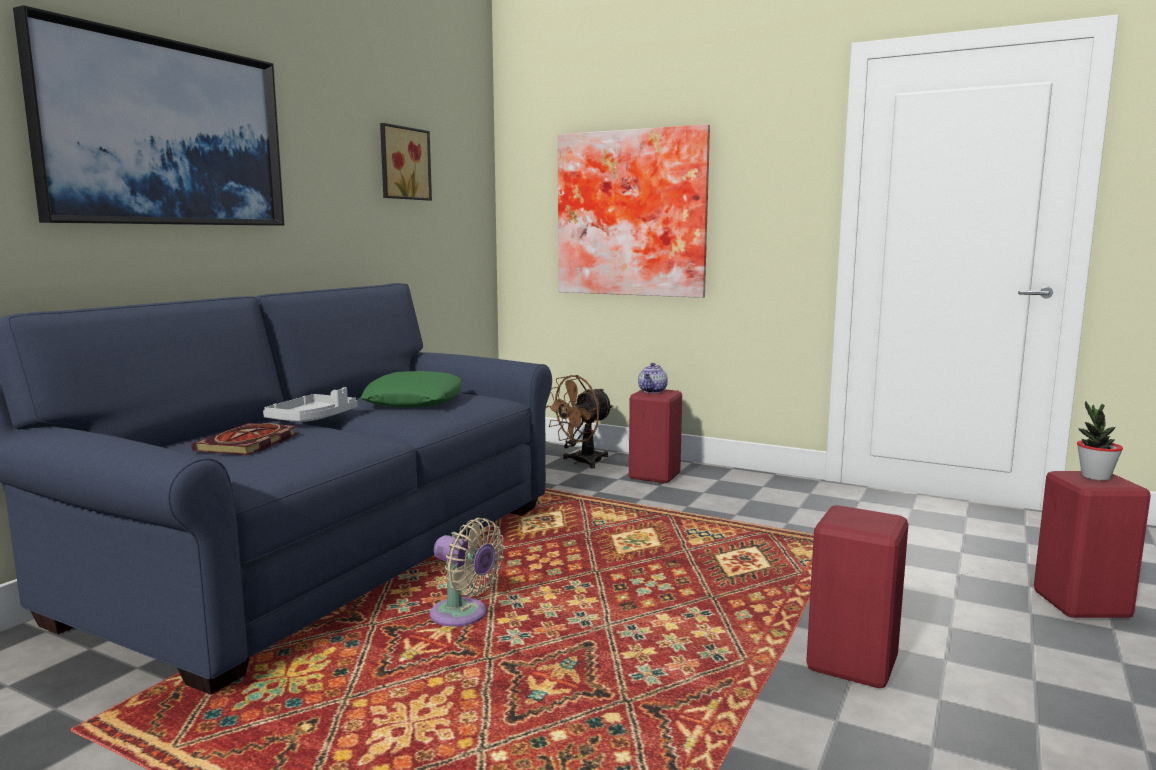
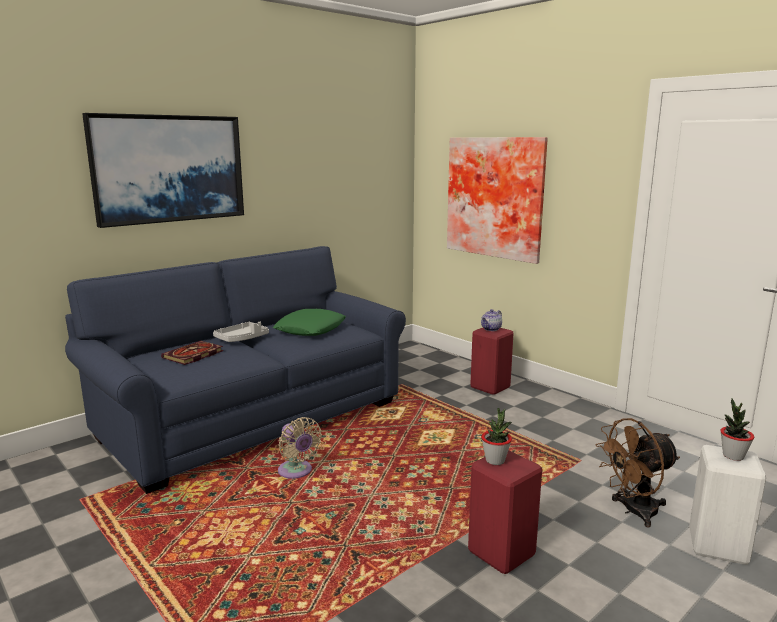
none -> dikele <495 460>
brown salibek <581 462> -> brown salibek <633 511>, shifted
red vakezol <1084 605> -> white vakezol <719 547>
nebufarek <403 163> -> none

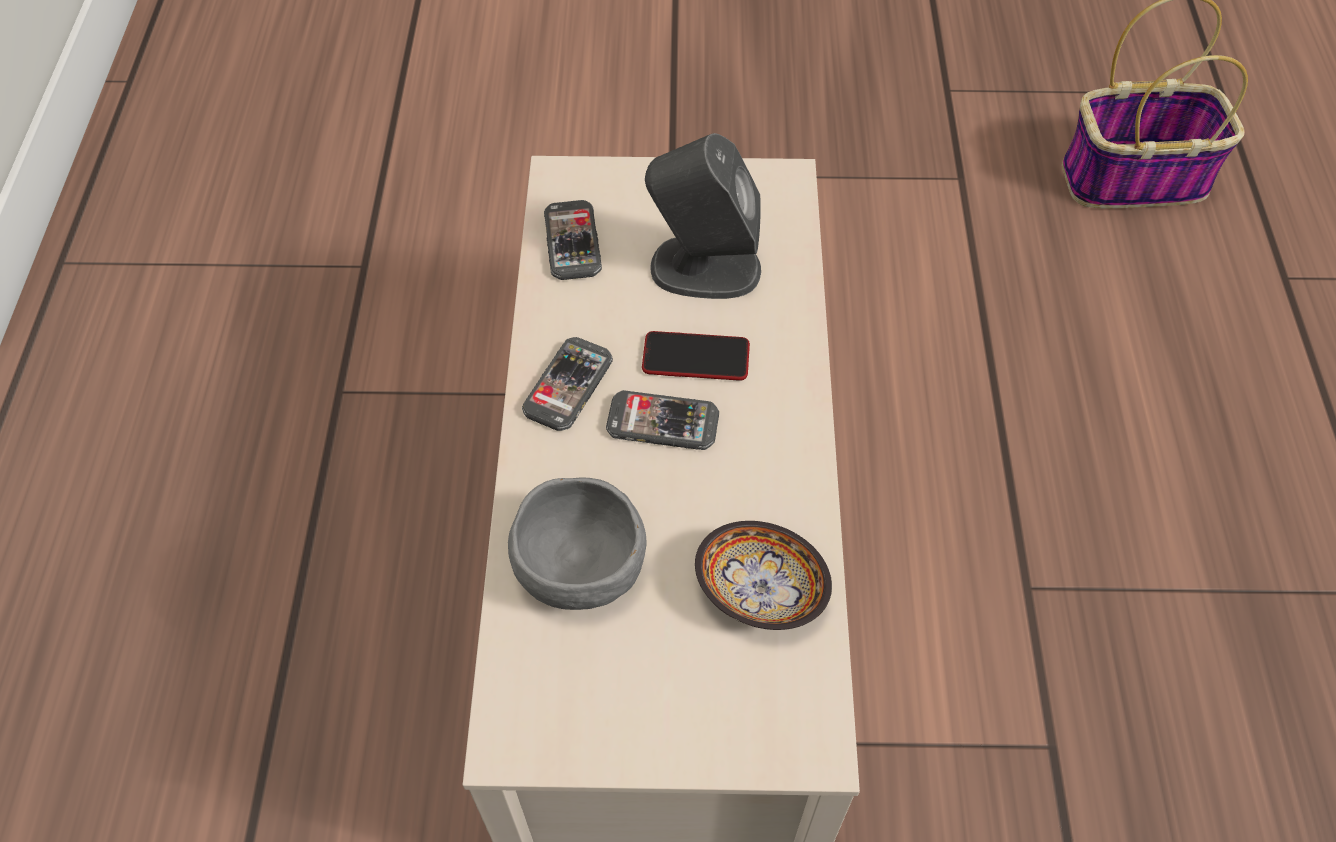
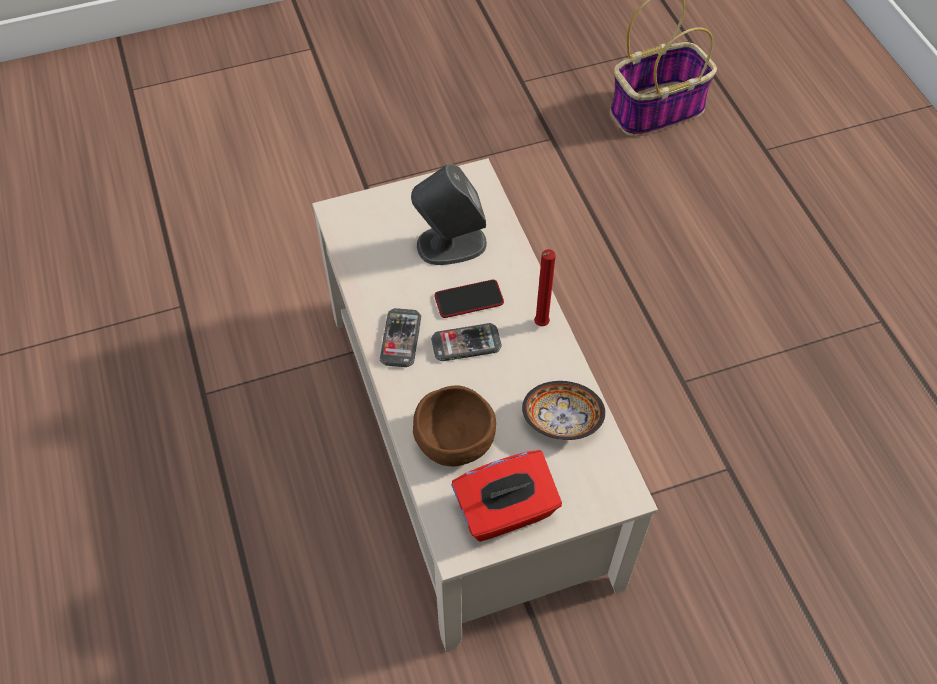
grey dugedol <582 566> -> brown dugedol <456 440>
none -> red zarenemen <506 511>
none -> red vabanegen <540 325>
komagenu <572 242> -> none

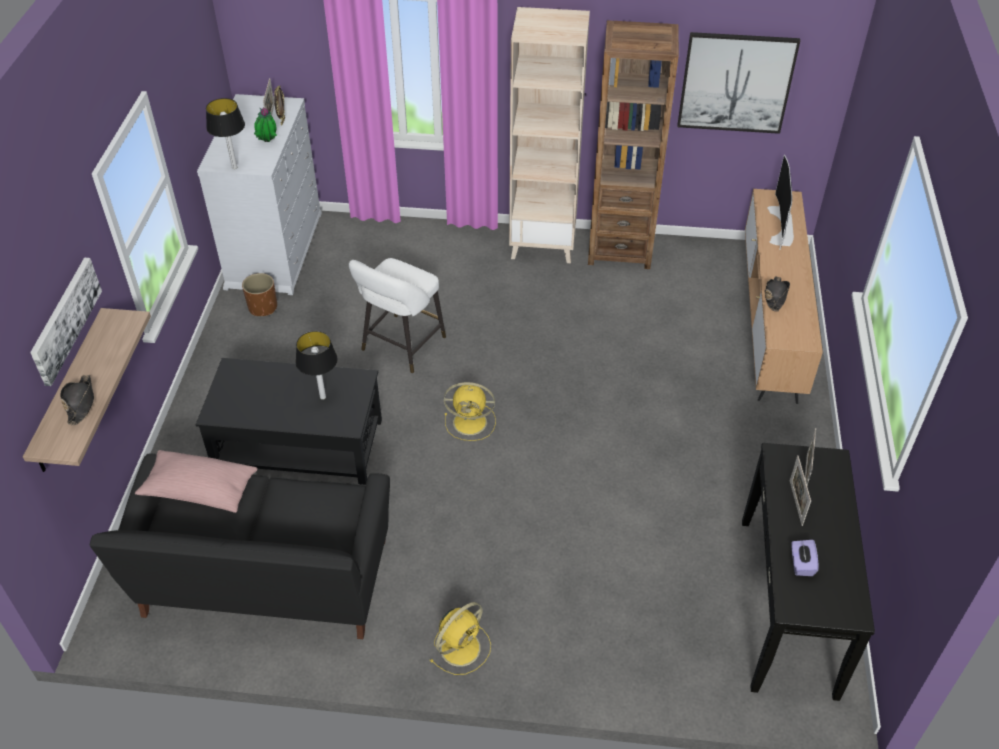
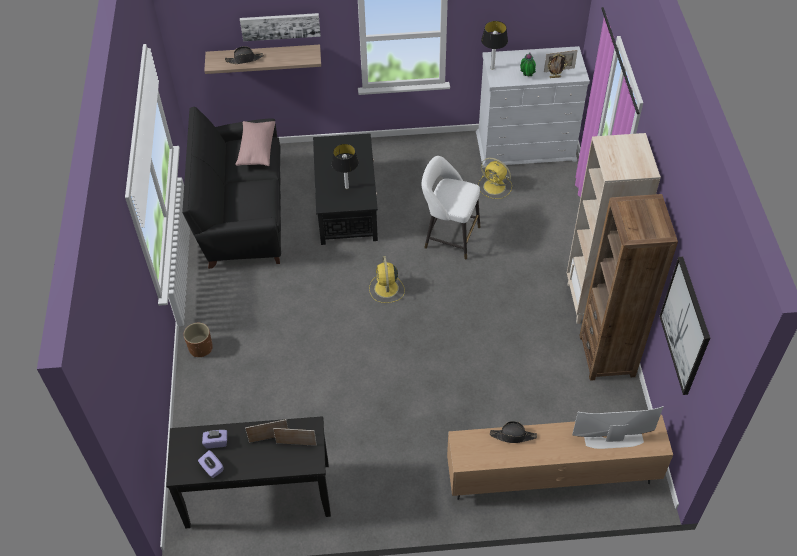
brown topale <263 307> -> brown topale <200 348>, shifted
none -> purple zarenemen <212 468>
yellow salibek <461 646> -> yellow salibek <495 187>, shifted

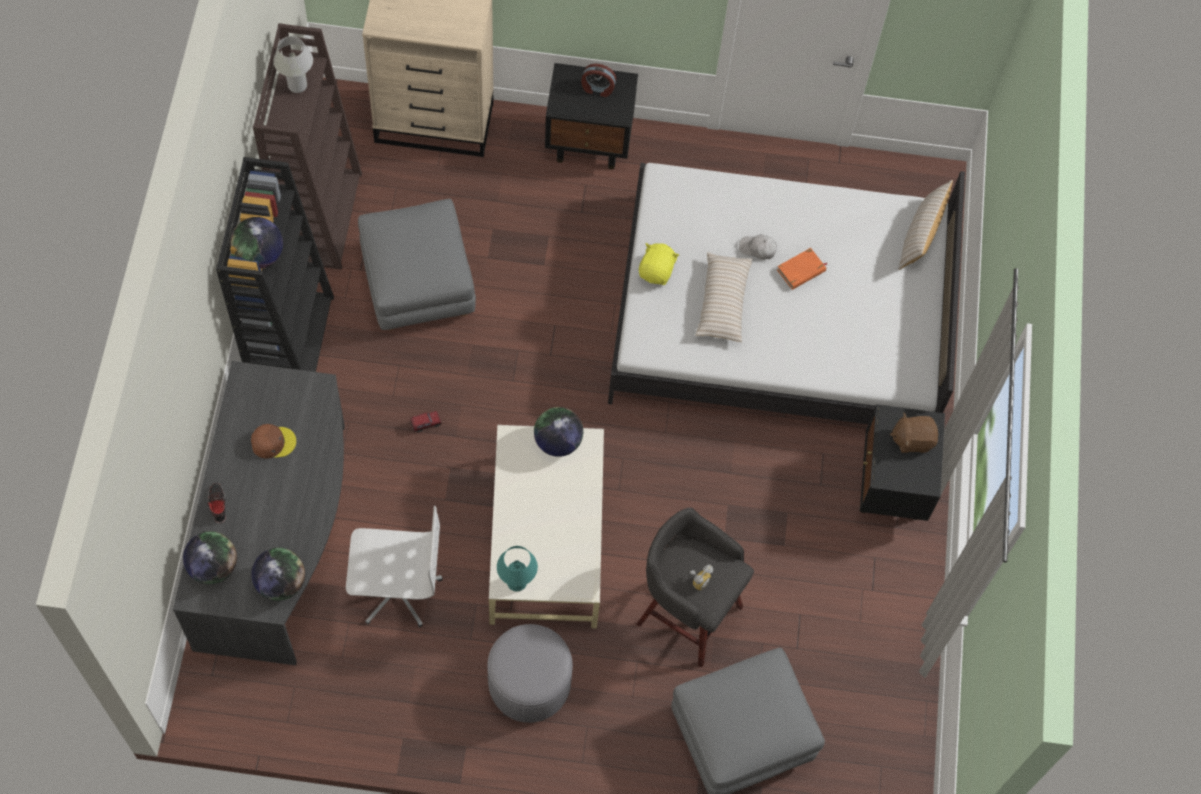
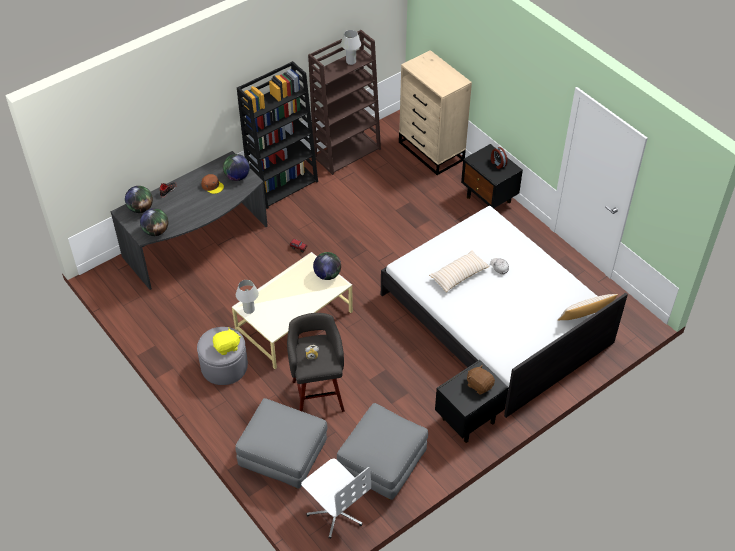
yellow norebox <657 271> -> yellow norebox <227 347>, shifted
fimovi <259 256> -> fimovi <237 177>, shifted
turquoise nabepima <517 582> -> white nabepima <249 309>
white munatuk <396 589> -> white munatuk <336 512>, shifted
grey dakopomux <418 284> -> grey dakopomux <382 465>, shifted
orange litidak <801 271> -> none

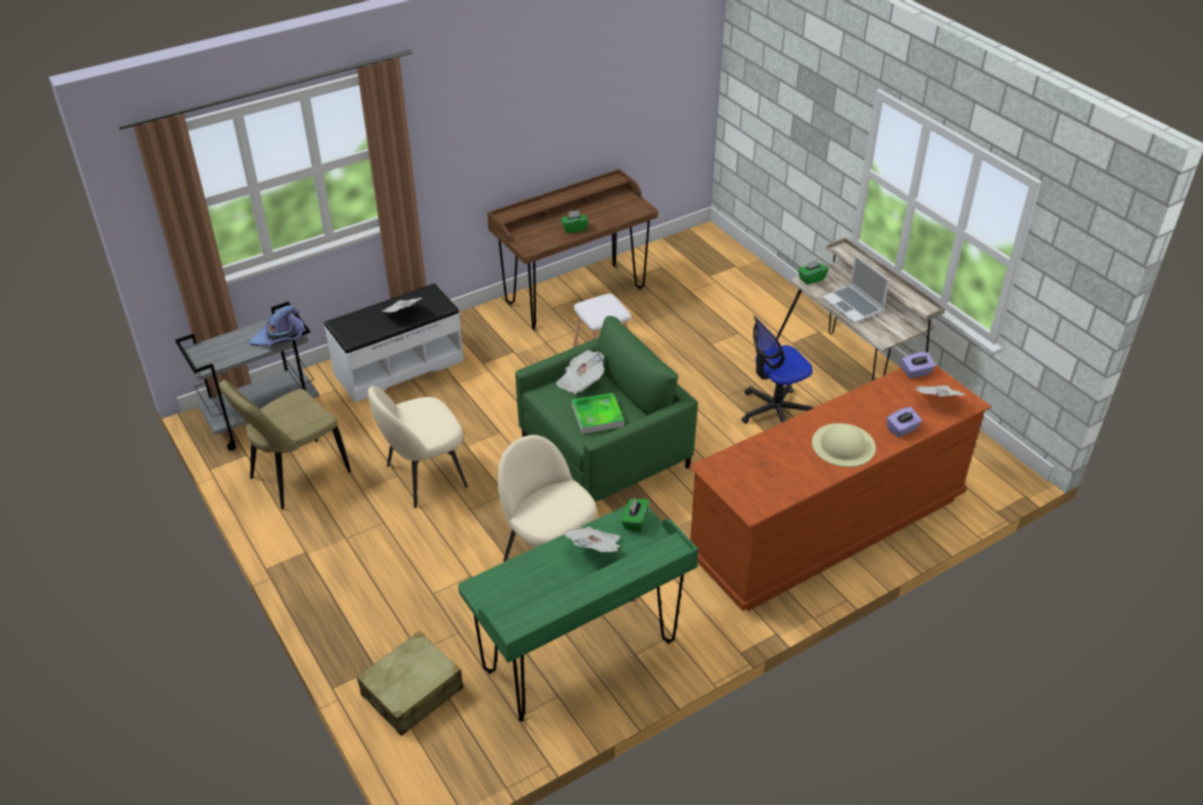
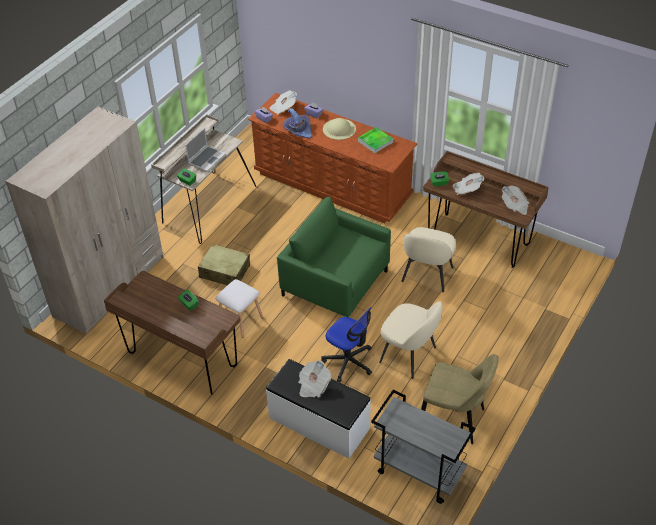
none -> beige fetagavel <109 286>
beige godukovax <413 692> -> beige godukovax <224 271>, shifted
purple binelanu <280 338> -> purple binelanu <298 130>, shifted
munatuk <774 411> -> munatuk <348 361>, shifted
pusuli <597 416> -> pusuli <375 142>, shifted
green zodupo <580 658> -> brown zodupo <478 240>
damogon <580 382> -> damogon <514 206>, shifted

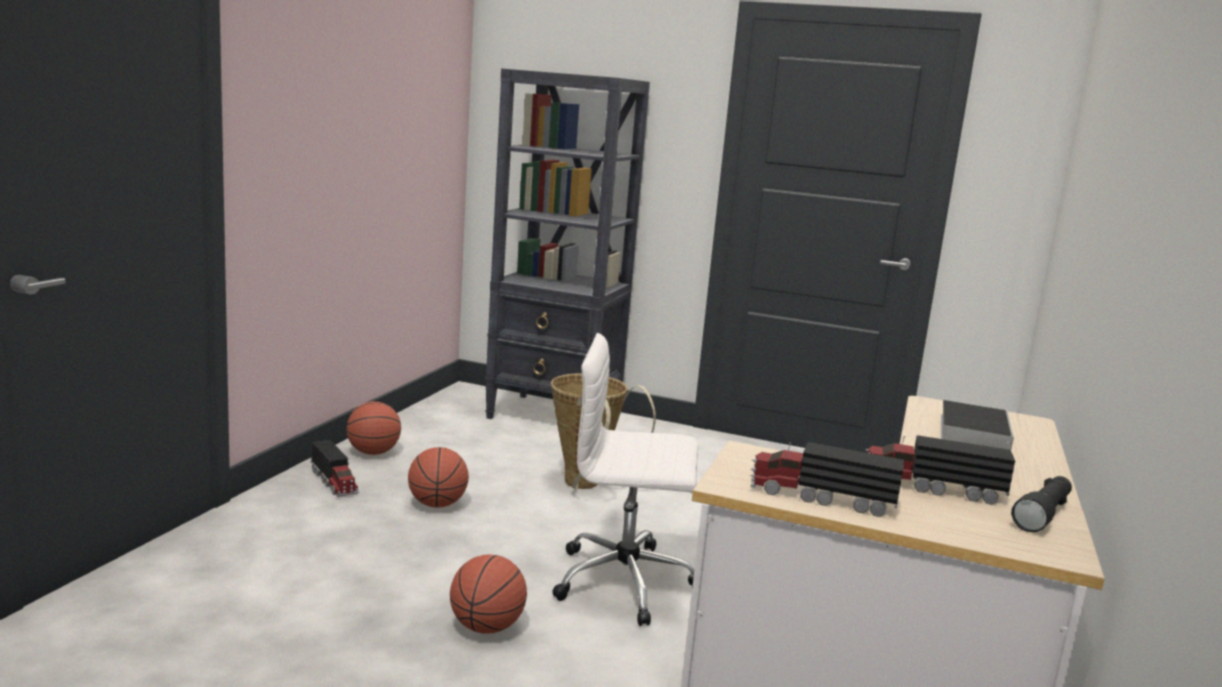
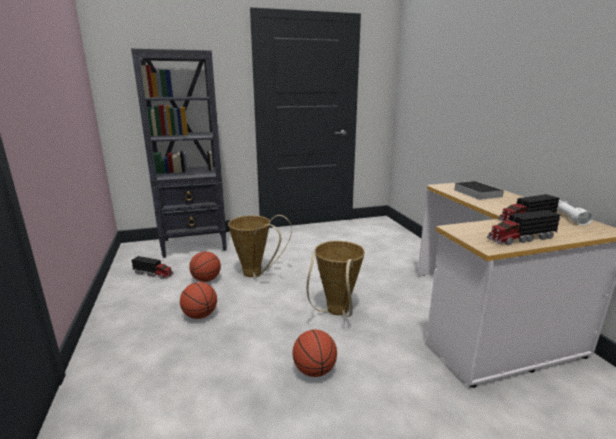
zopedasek <334 481> -> zopedasek <153 274>, shifted
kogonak <373 452> -> kogonak <206 280>, shifted
white munatuk <627 582> -> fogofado <336 313>
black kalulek <1043 514> -> white kalulek <567 217>

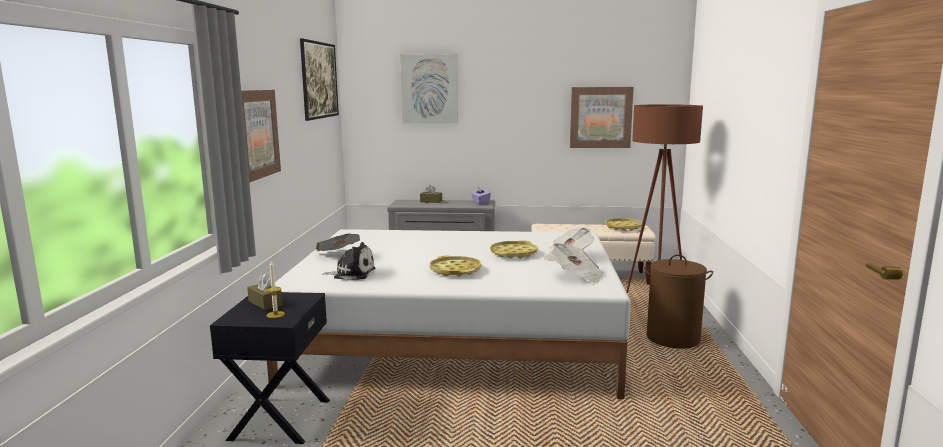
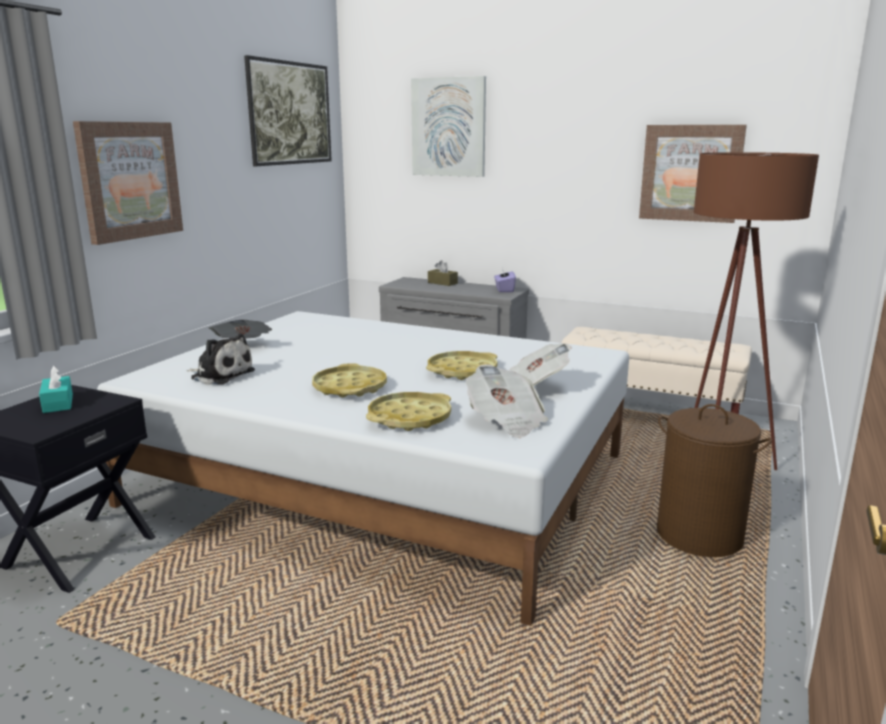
brown zarenemen <265 303> -> turquoise zarenemen <58 403>
yellow pusuli <623 227> -> yellow pusuli <410 418>, shifted
vabanegen <275 314> -> none

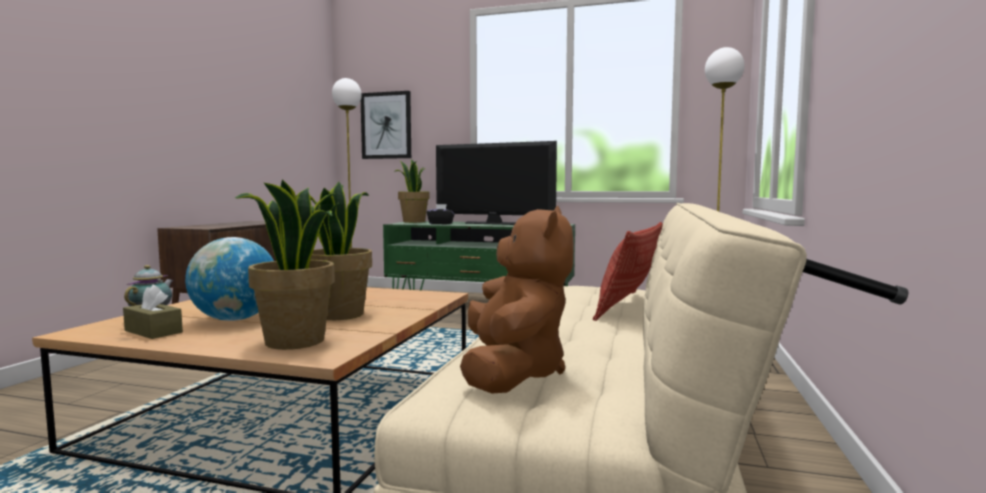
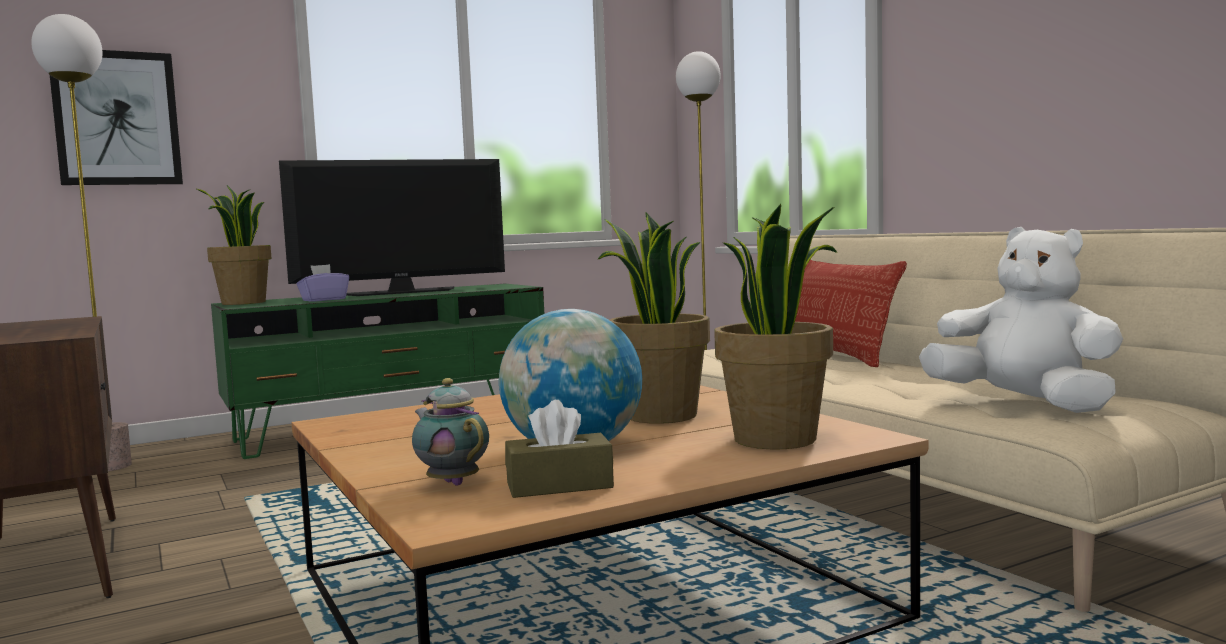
black zarenemen <440 224> -> purple zarenemen <324 300>
brown norebox <512 373> -> white norebox <1023 404>

